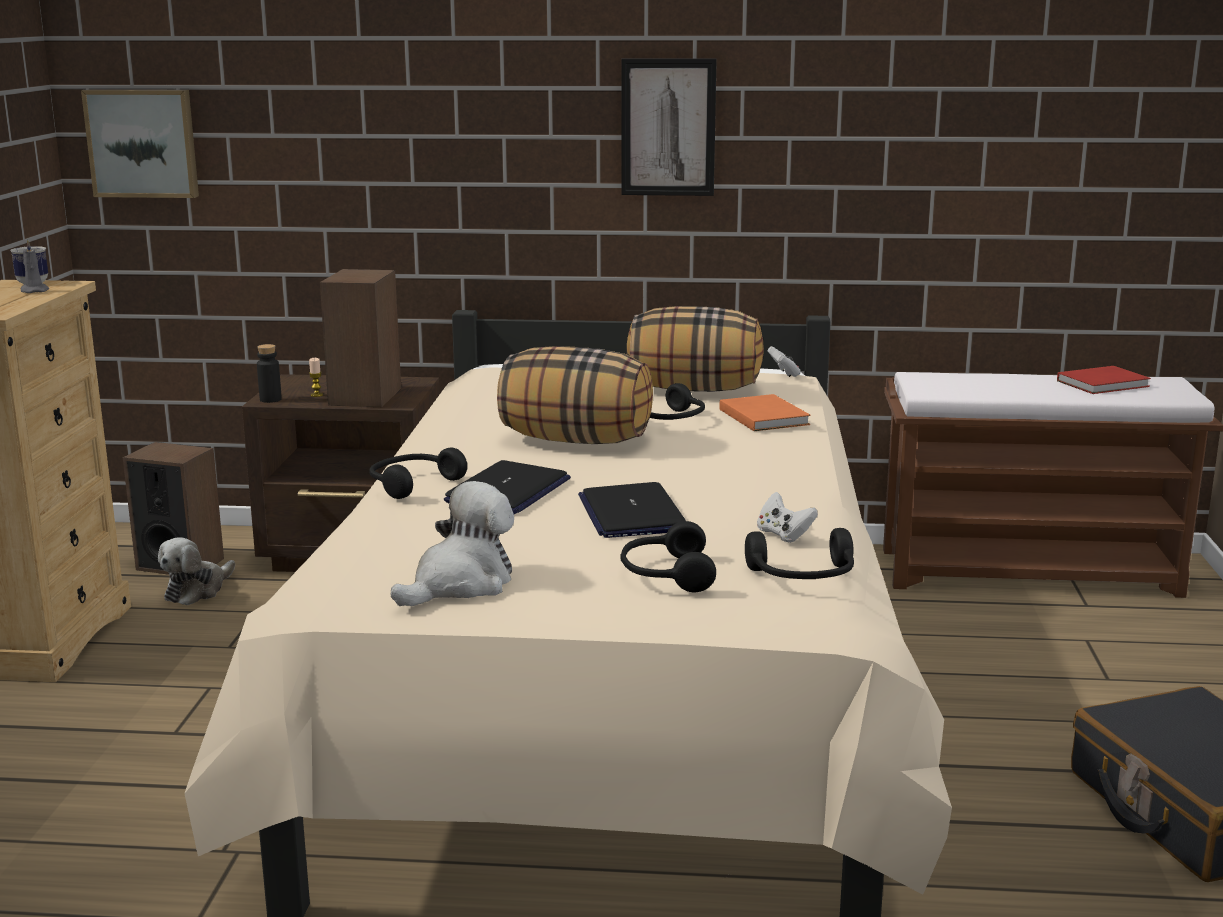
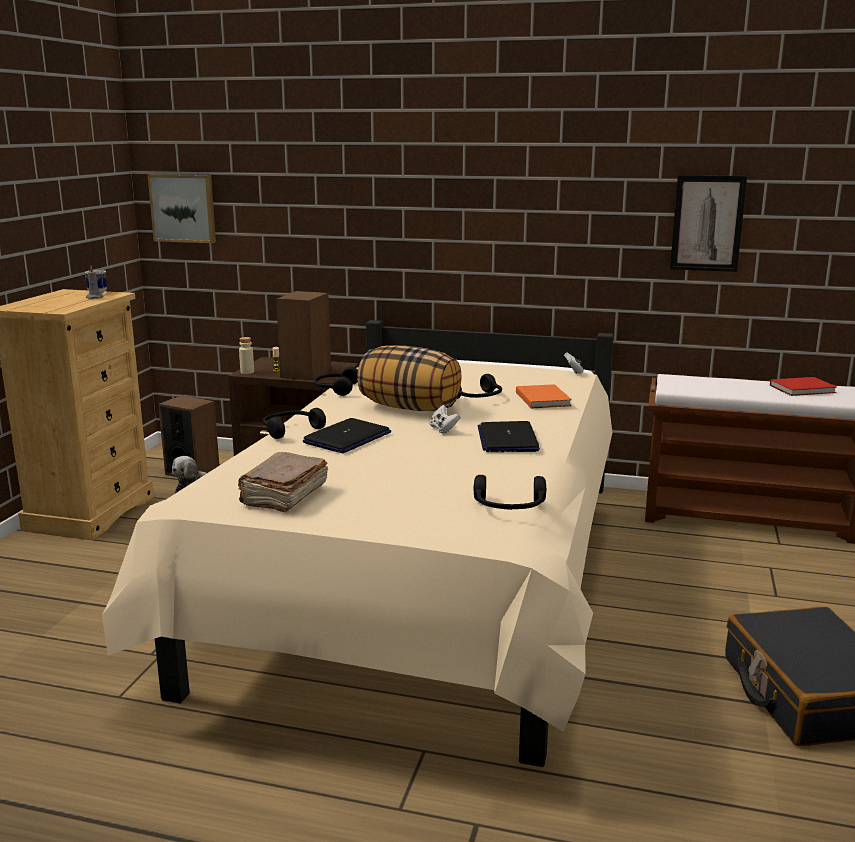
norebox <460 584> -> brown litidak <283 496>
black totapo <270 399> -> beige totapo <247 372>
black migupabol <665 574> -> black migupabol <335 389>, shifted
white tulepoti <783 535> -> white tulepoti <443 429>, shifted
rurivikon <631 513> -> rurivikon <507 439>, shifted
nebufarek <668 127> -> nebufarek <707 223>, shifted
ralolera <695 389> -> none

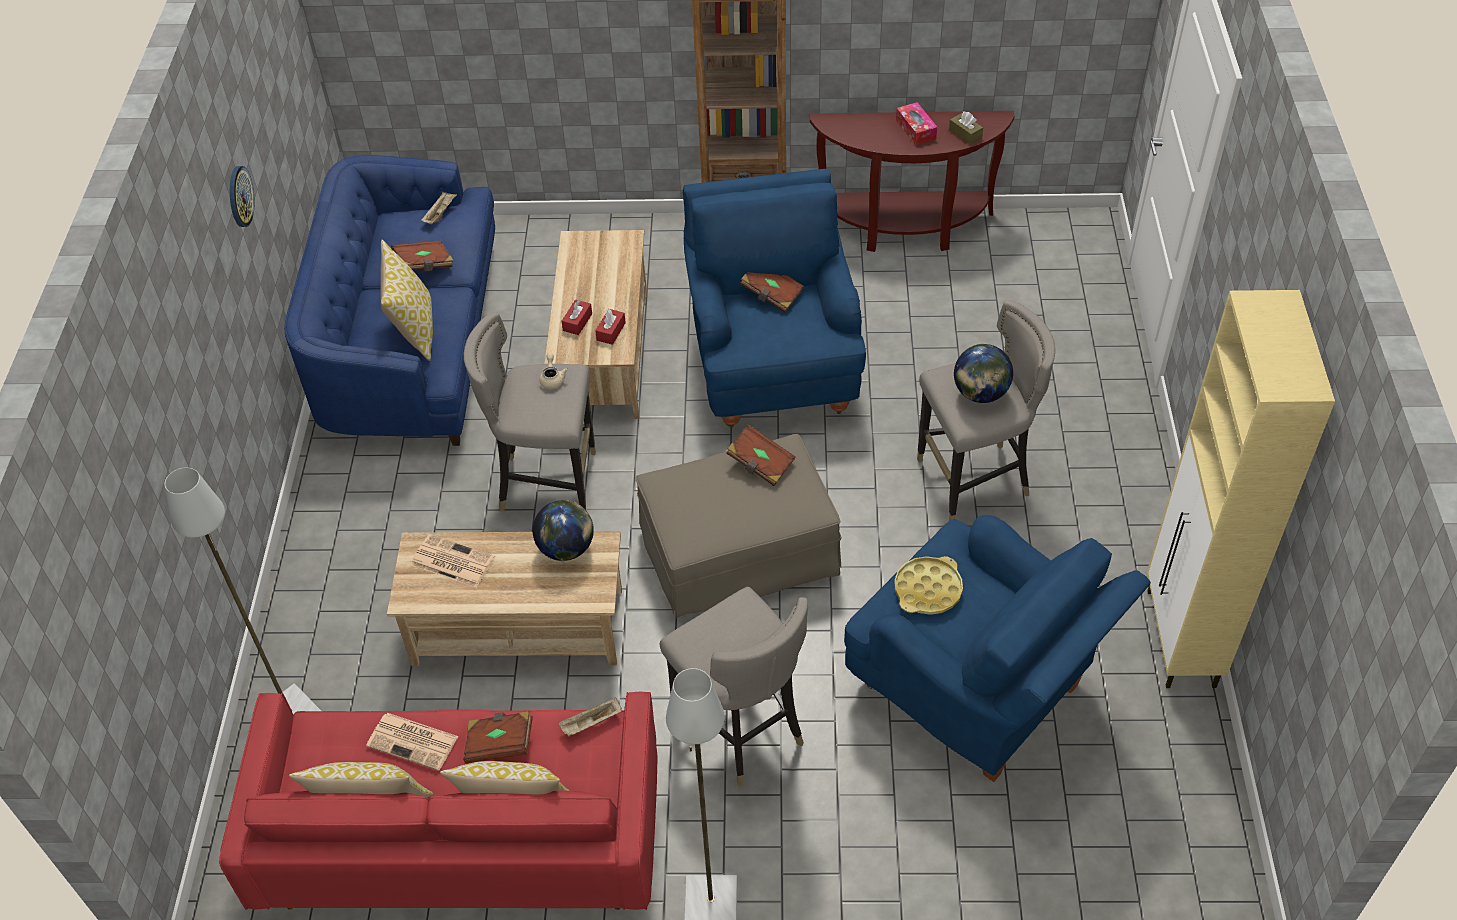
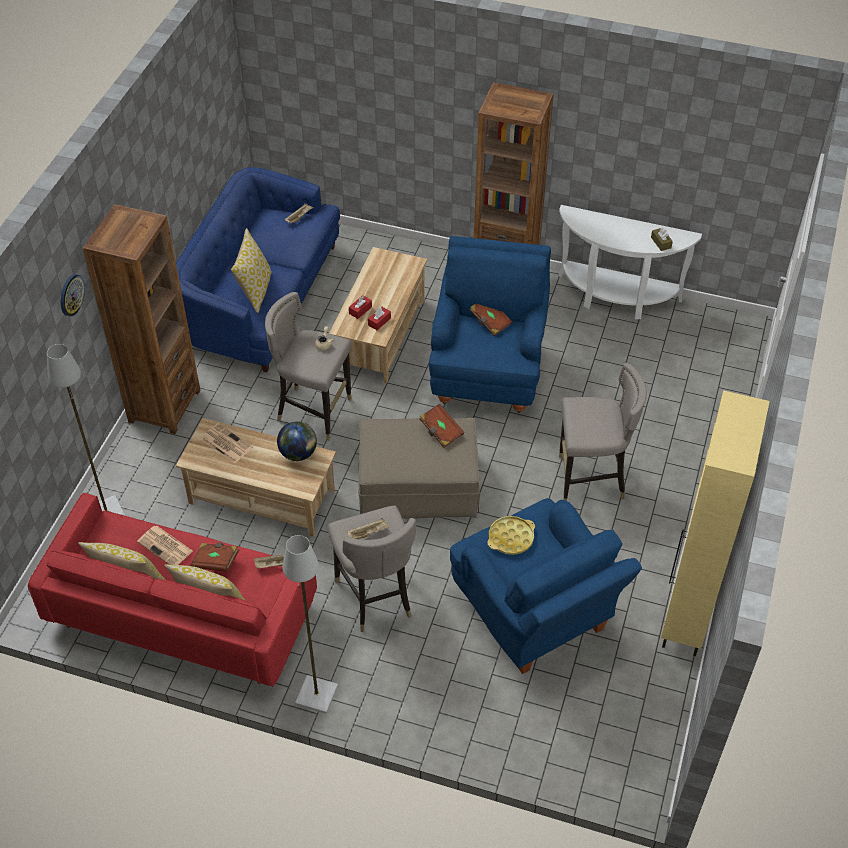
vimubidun <239 196> -> vimubidun <71 294>, shifted
none -> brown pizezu <164 406>
none -> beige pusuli <368 533>
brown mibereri <905 229> -> white mibereri <616 298>
brown litidak <424 265> -> none
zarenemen <915 129> -> none
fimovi <980 394> -> none

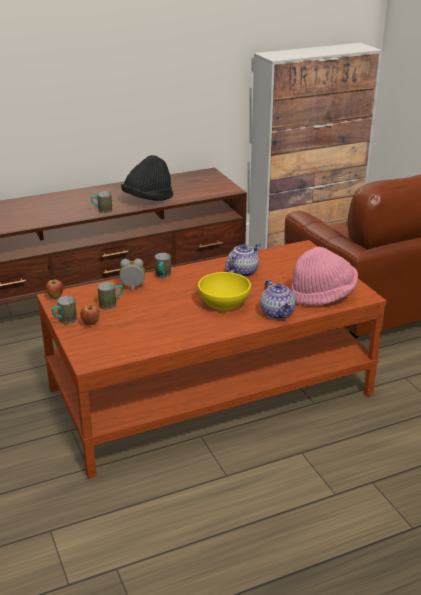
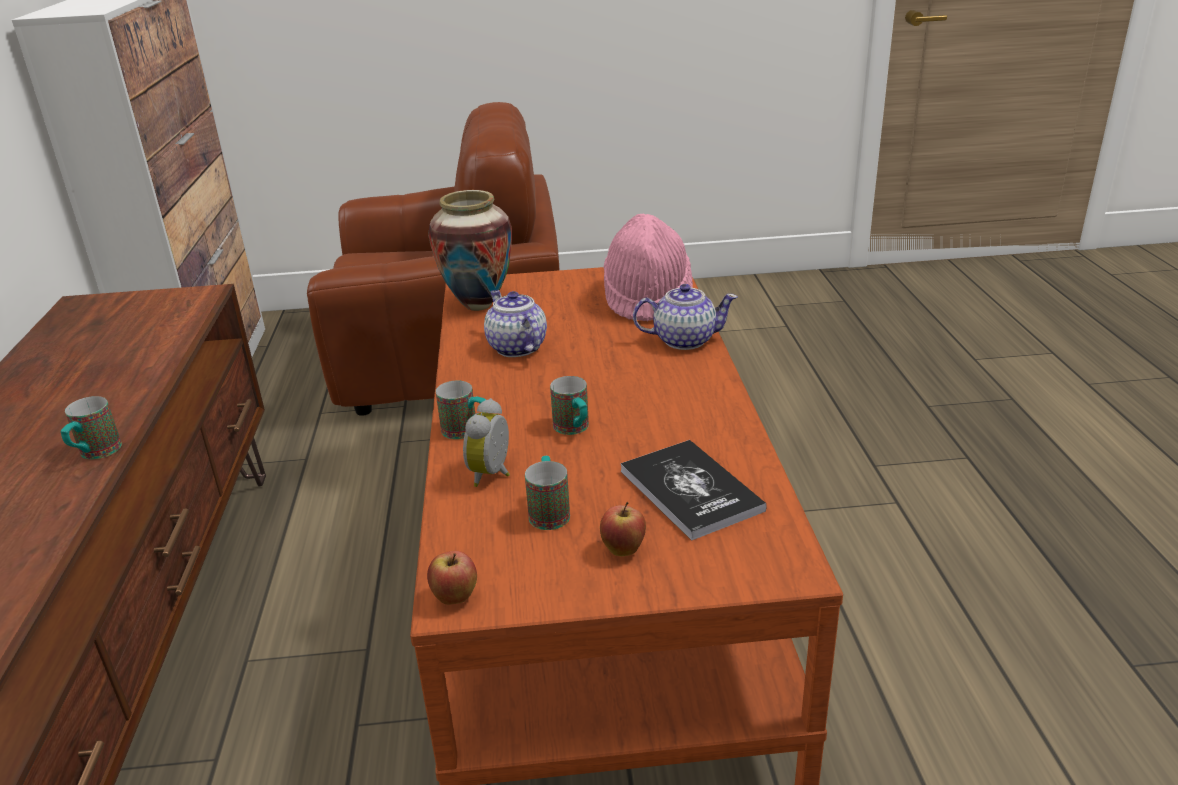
none -> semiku <478 305>
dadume <64 321> -> dadume <574 429>, shifted
none -> litidak <690 490>
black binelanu <148 199> -> none
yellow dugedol <224 303> -> none

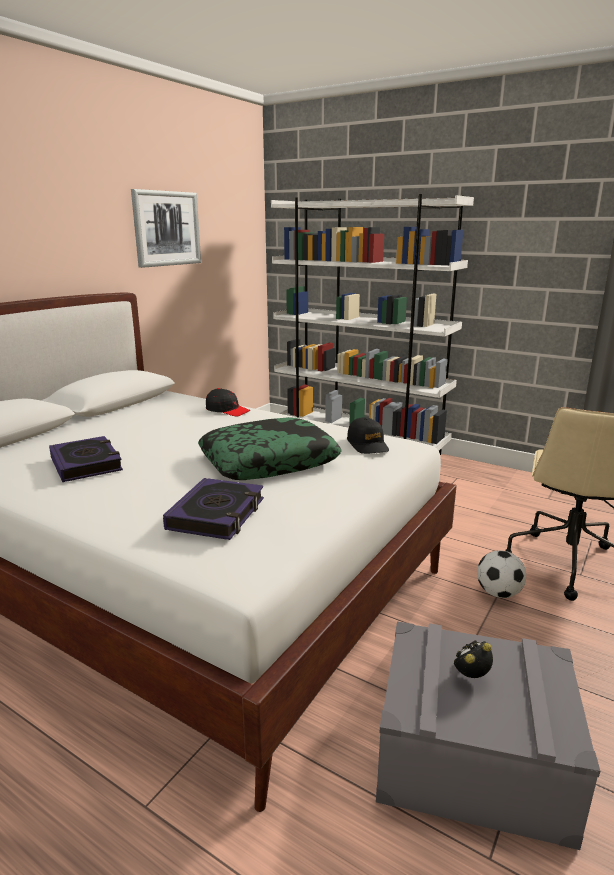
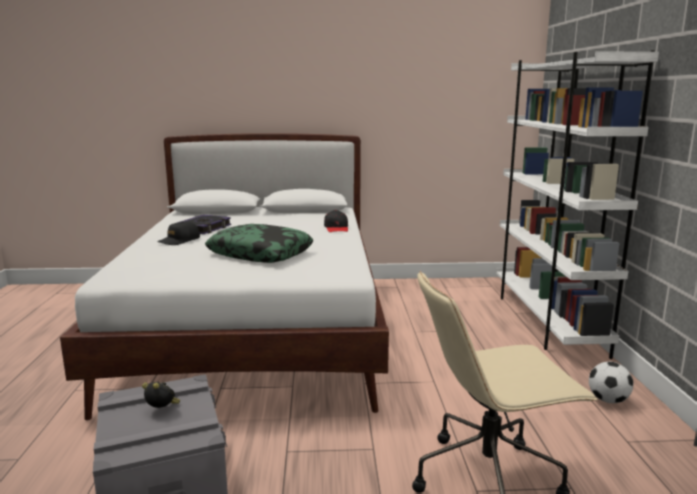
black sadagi <368 445> -> black sadagi <179 240>, shifted
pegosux <498 593> -> pegosux <608 400>, shifted
nebufarek <167 228> -> none
litidak <217 514> -> none

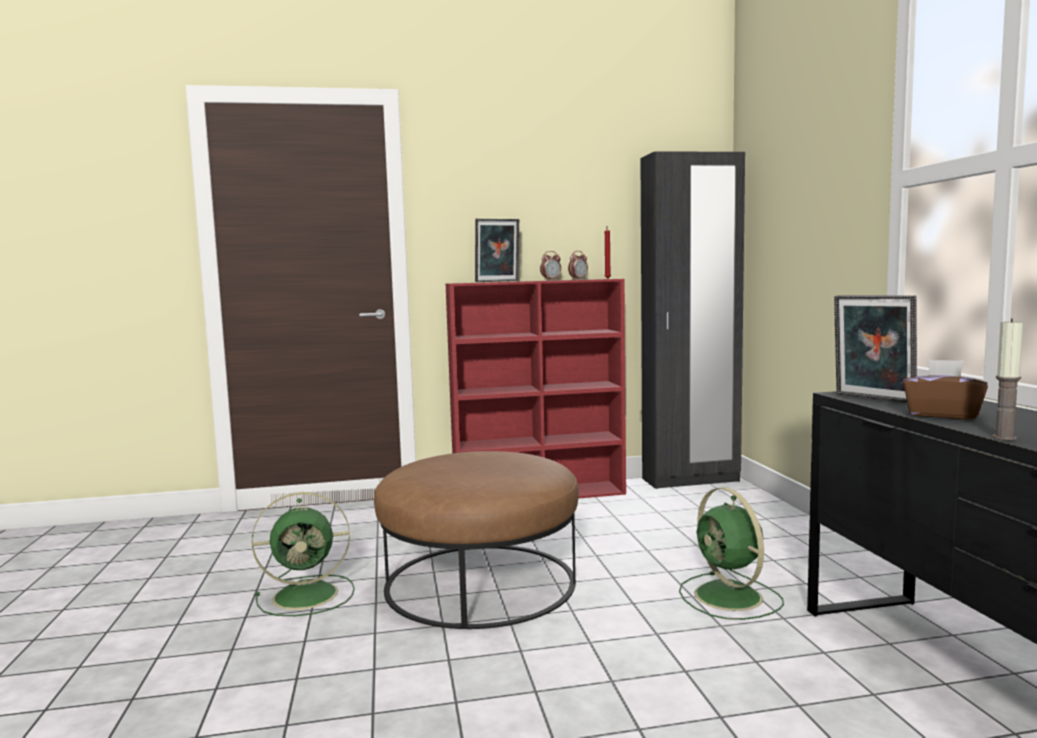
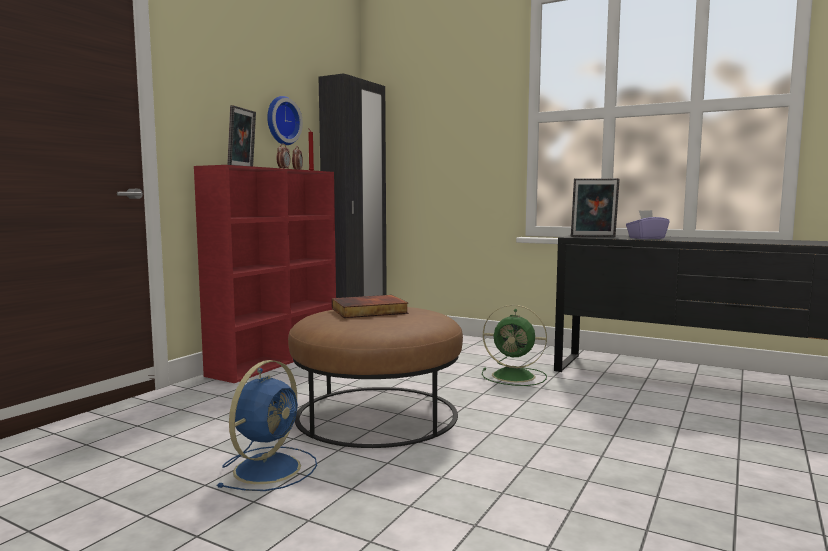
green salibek <308 595> -> blue salibek <269 467>
none -> vimubidun <281 121>
none -> litidak <369 311>
brown zarenemen <942 414> -> purple zarenemen <646 238>
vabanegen <1004 437> -> none

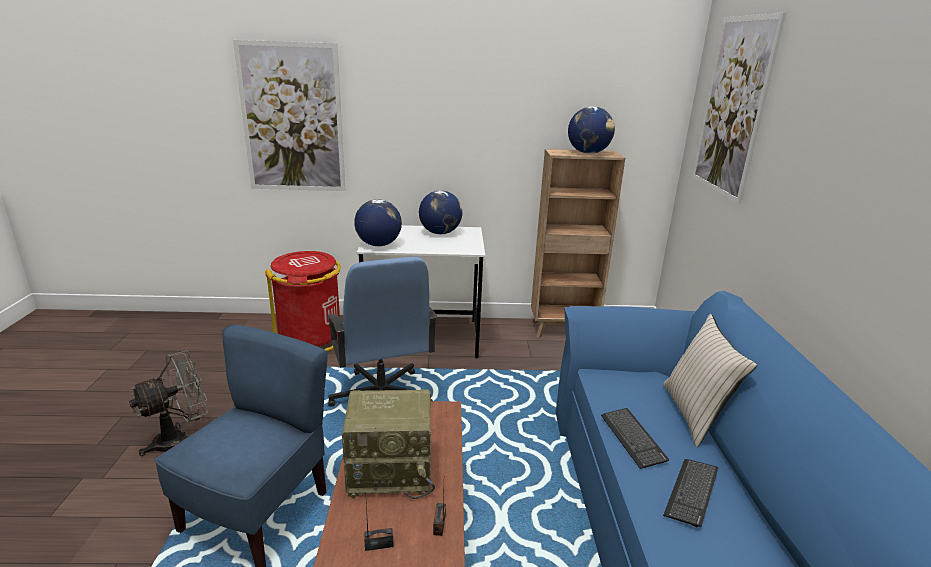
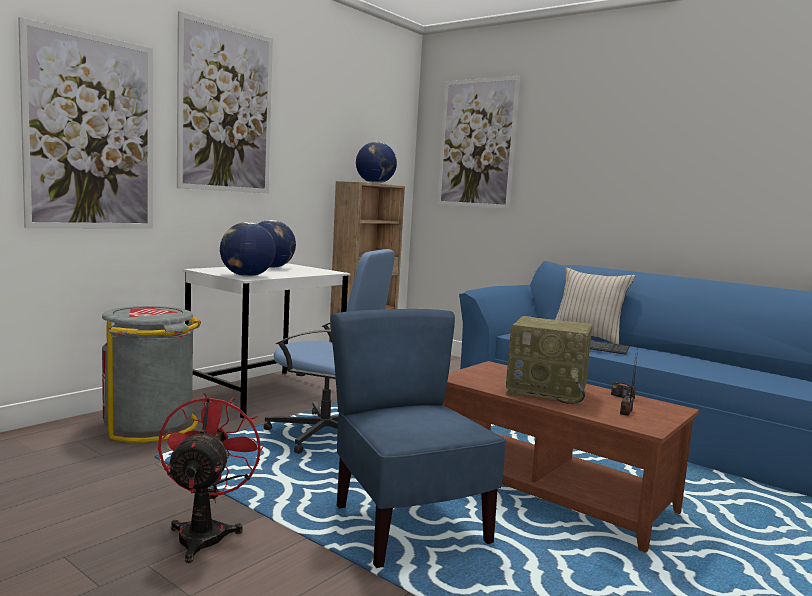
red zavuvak <311 338> -> grey zavuvak <150 425>
grey salibek <180 440> -> red salibek <205 533>
none -> nebufarek <226 110>
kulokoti <392 471> -> kulokoti <548 391>, 75 degrees clockwise
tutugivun <691 492> -> none

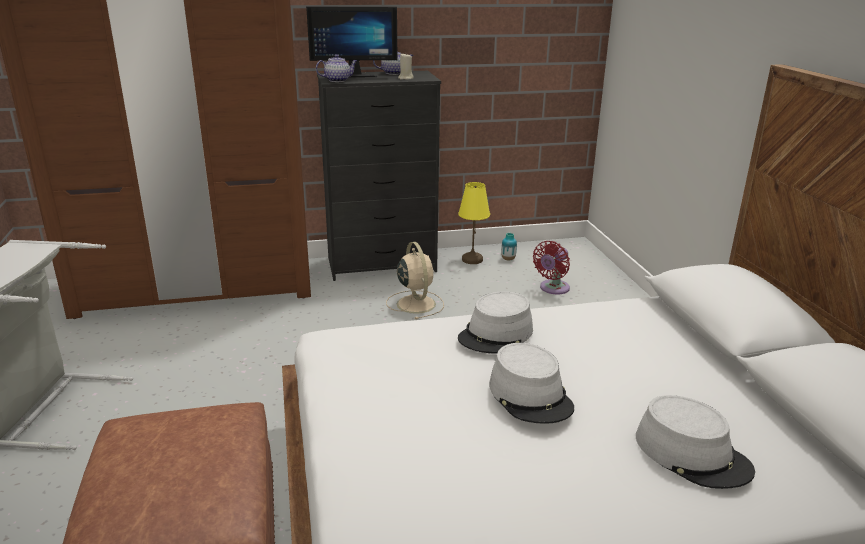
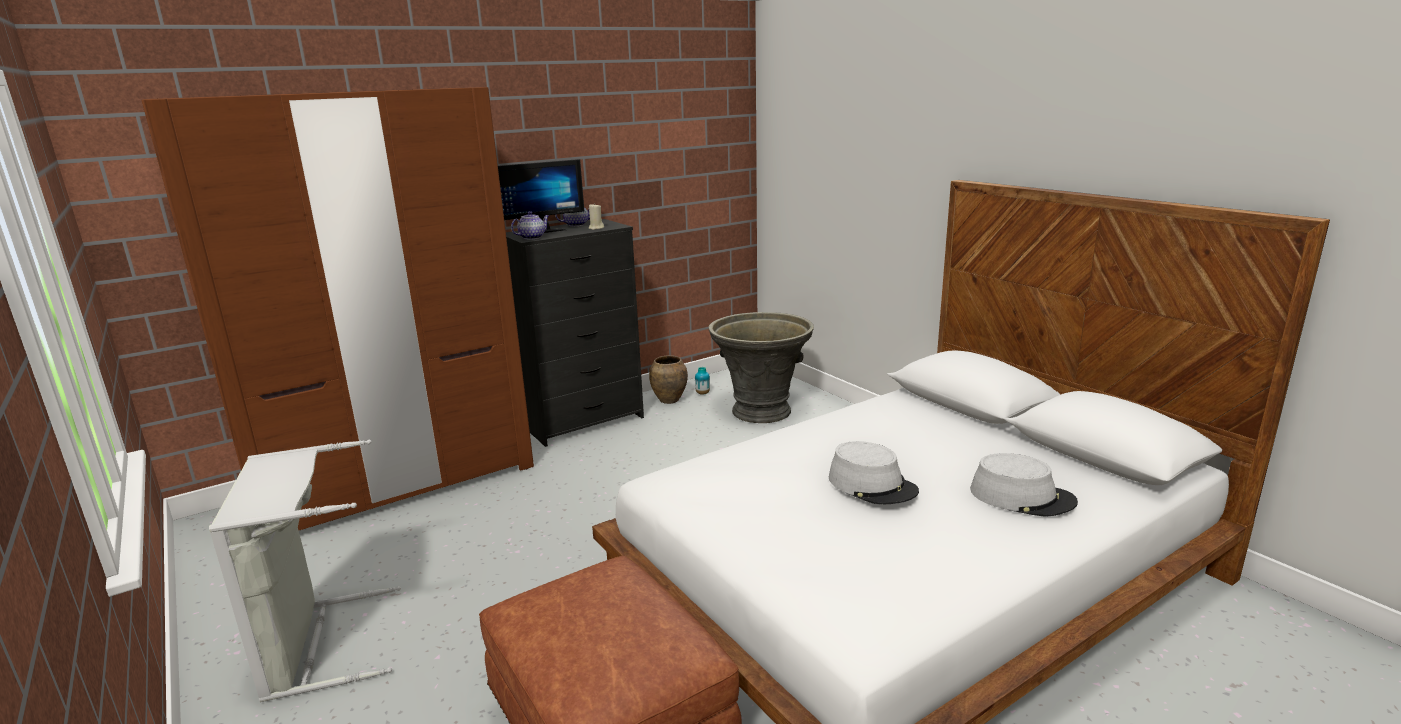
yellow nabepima <471 259> -> brown semiku <669 400>
red salibek <552 289> -> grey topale <761 411>
beige salibek <415 303> -> none
grey binelanu <496 334> -> none

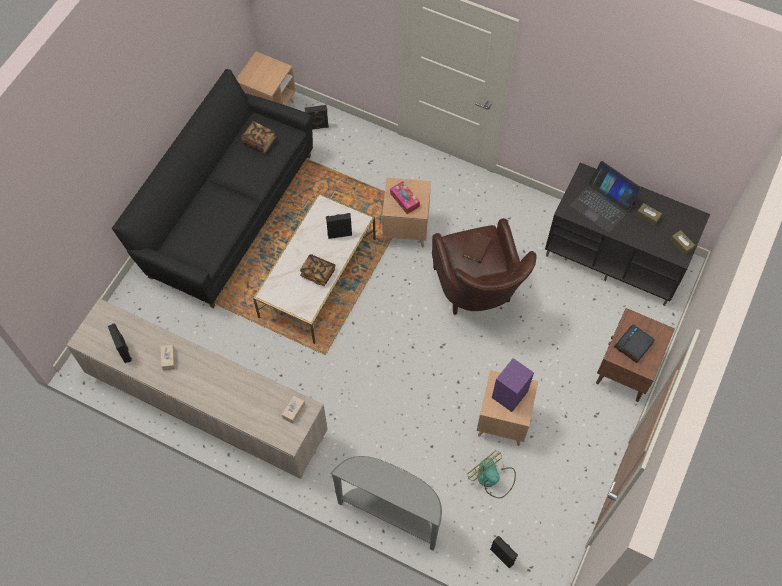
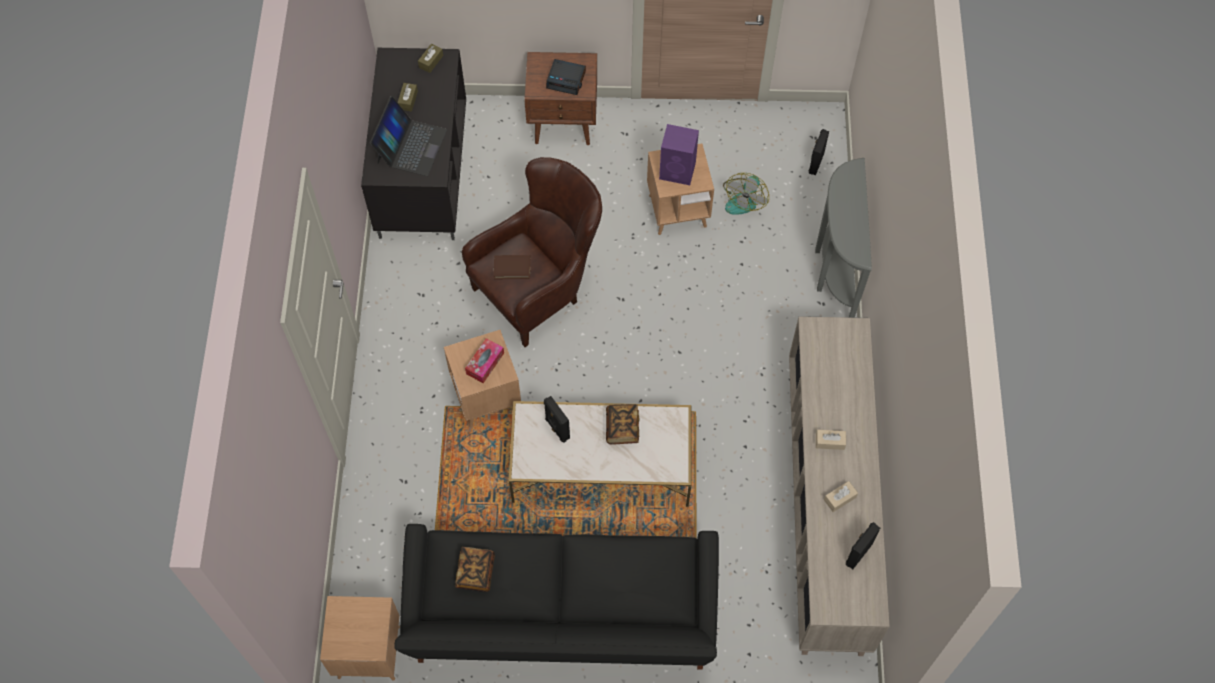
beige zarenemen <293 411> -> beige zarenemen <830 442>, shifted
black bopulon <317 127> -> none

